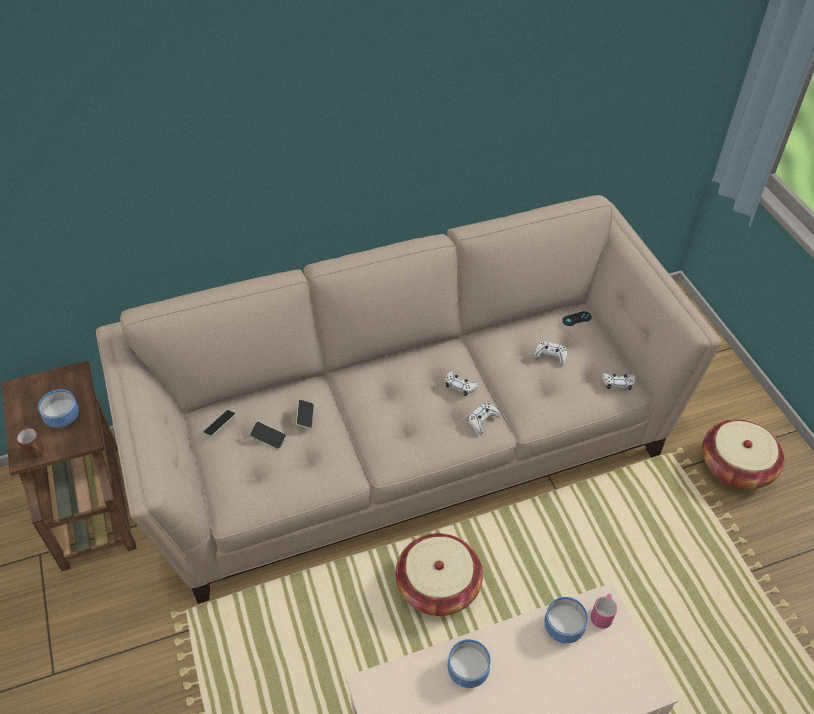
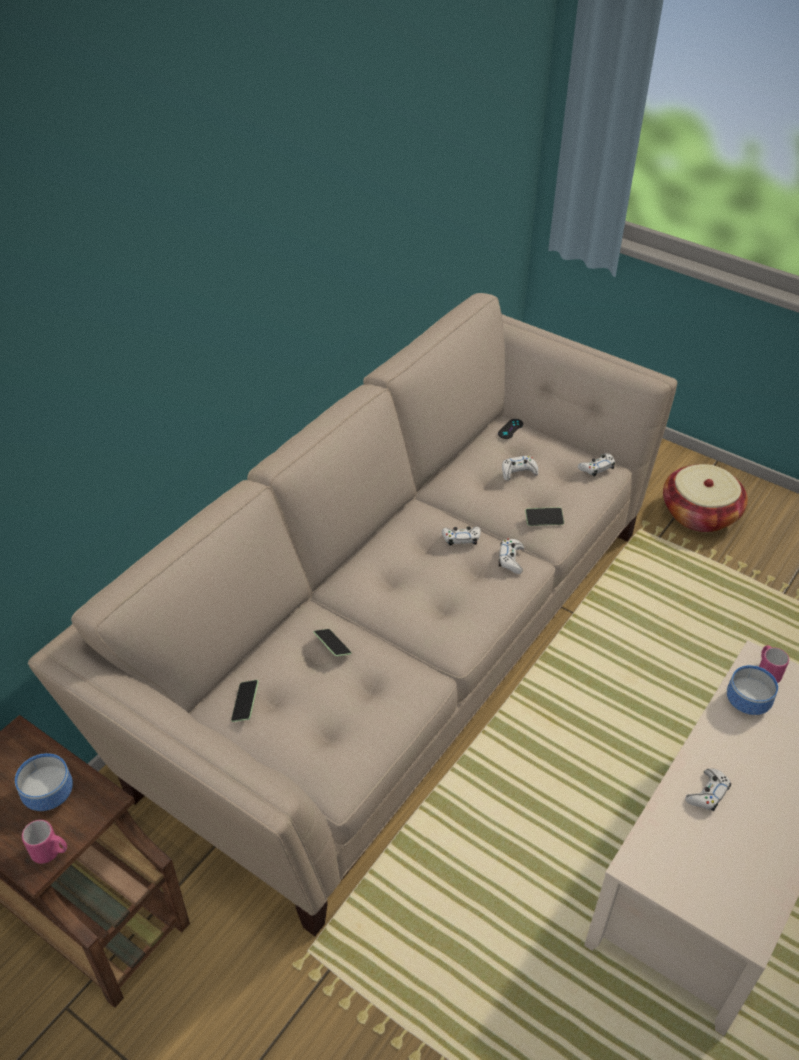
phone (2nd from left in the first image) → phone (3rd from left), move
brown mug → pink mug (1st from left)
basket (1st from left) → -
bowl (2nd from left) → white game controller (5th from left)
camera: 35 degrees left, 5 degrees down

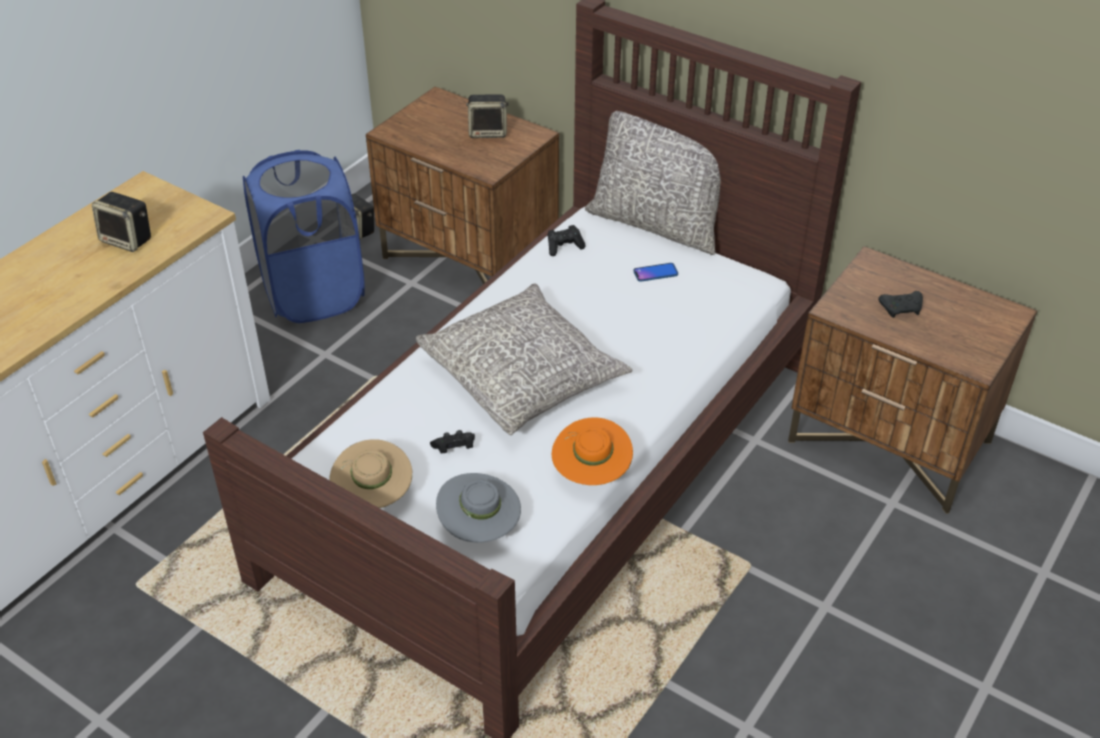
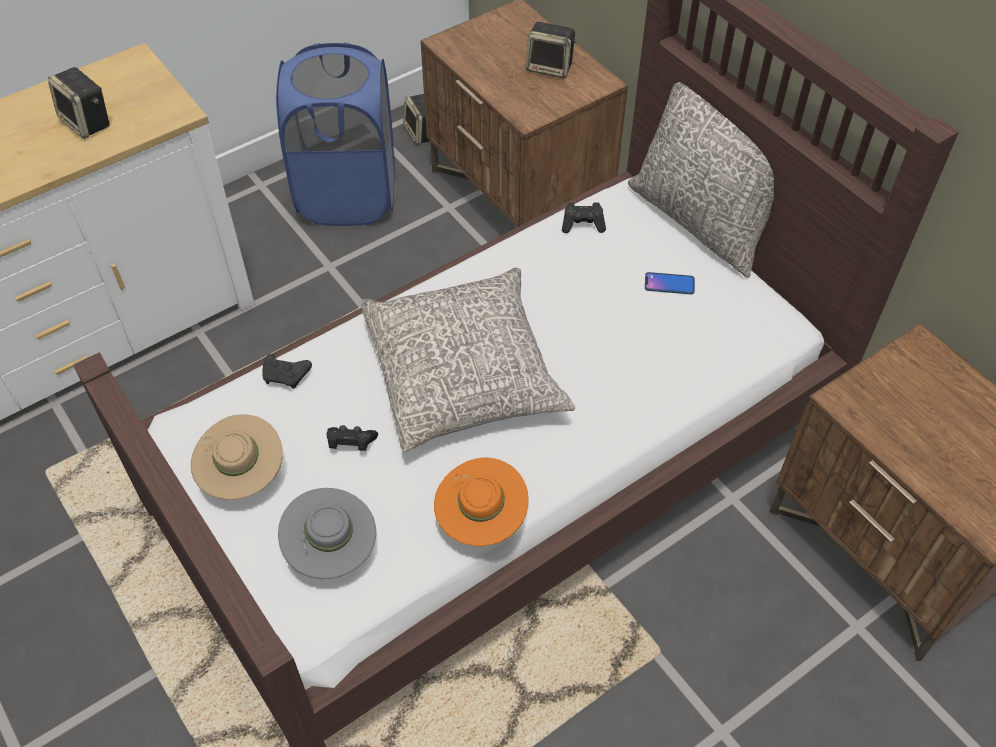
black game controller (3rd from left in the first image) → black game controller (1st from left), move
camera: 20 degrees right, 10 degrees up

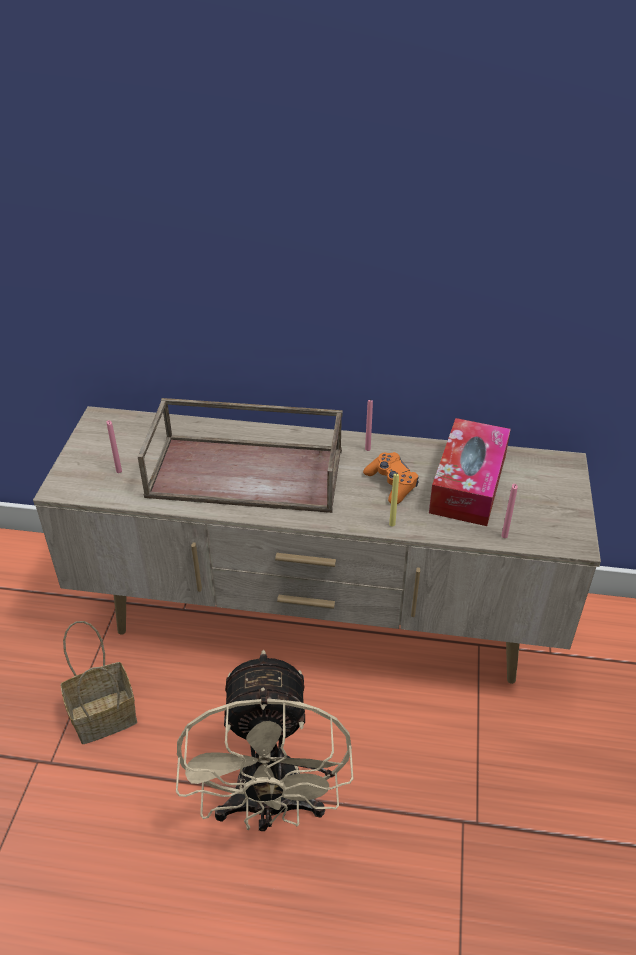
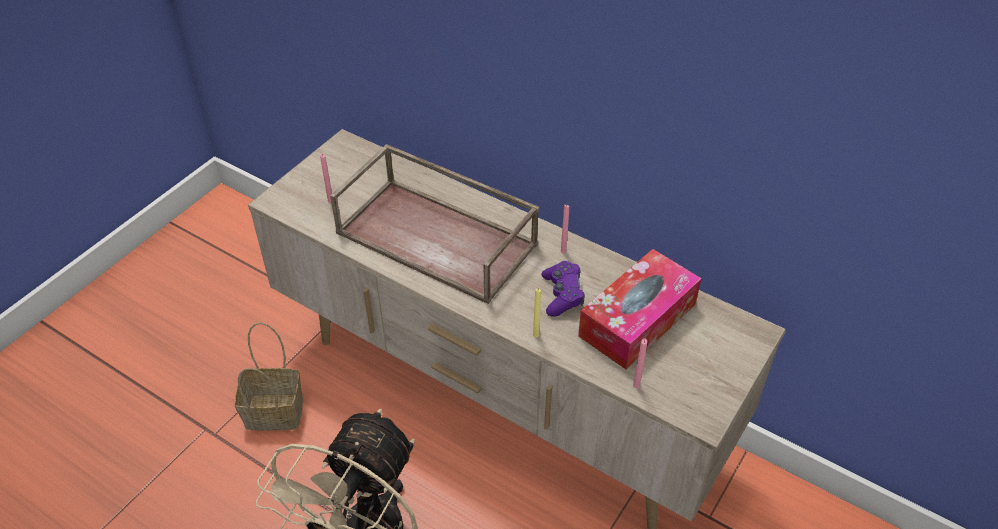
orange game controller → purple game controller
camera: 25 degrees right, 5 degrees up

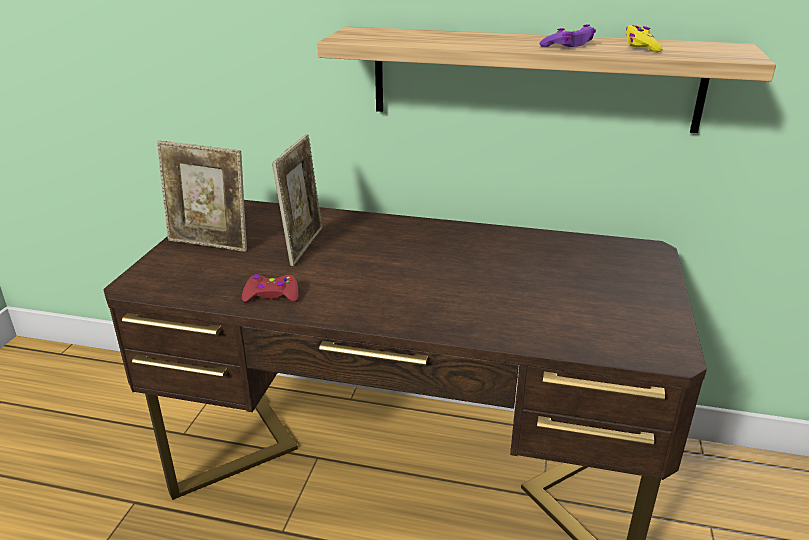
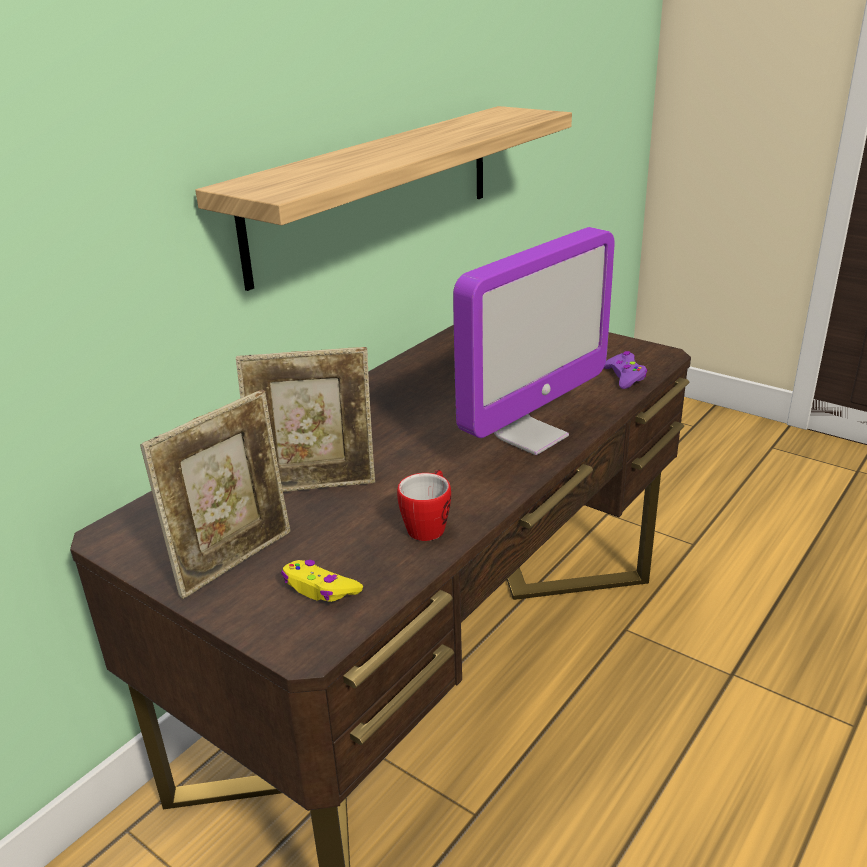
purple game controller, move
yellow game controller, move
picture frame (2nd from left), 135 degrees clockwise
red game controller → mug
- → monitor
camera: 65 degrees left, 0 degrees up

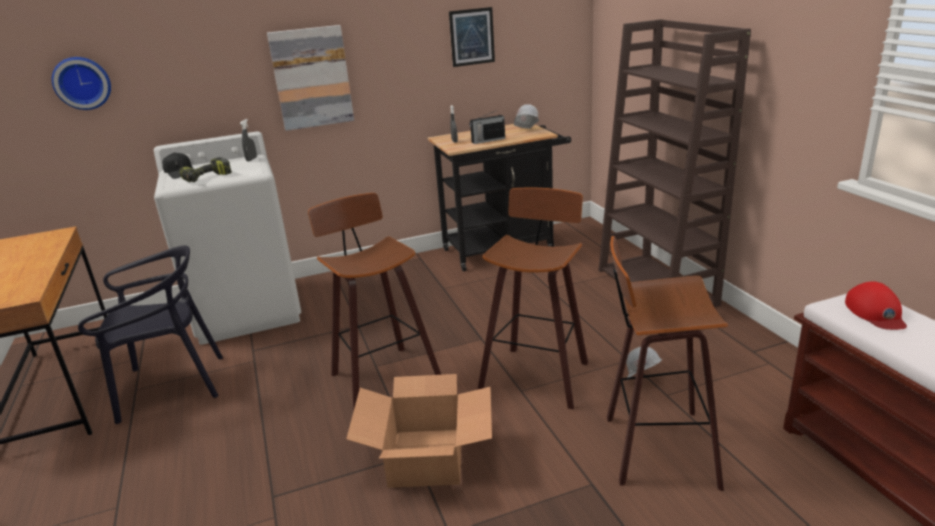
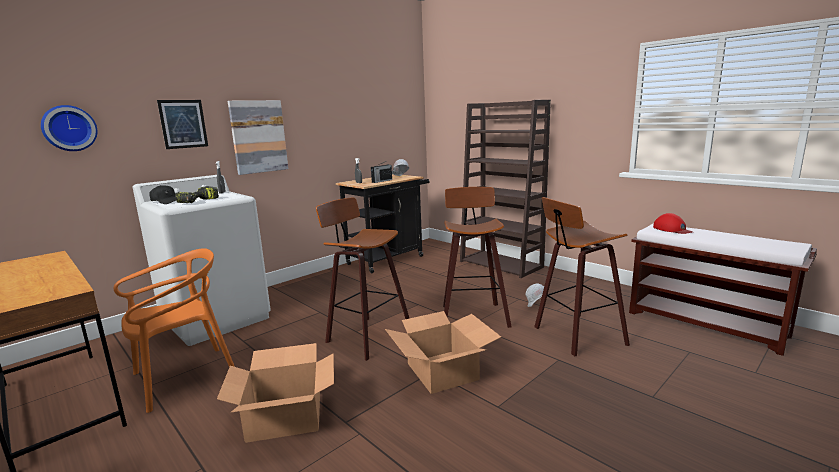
picture (2nd from left in the first image) → picture (1st from left), move
black chair → orange chair
- → cardboard box (1st from left)
camera: 25 degrees left, 10 degrees down

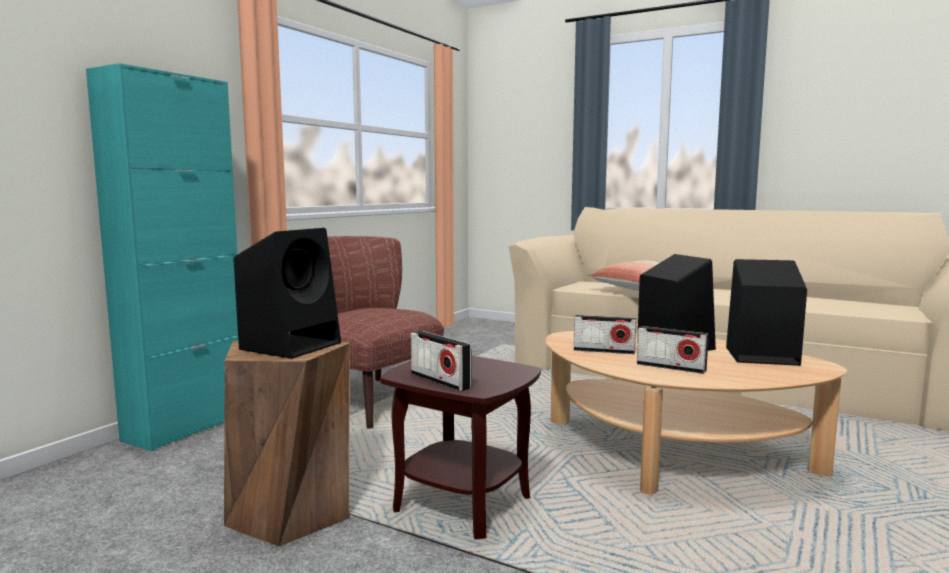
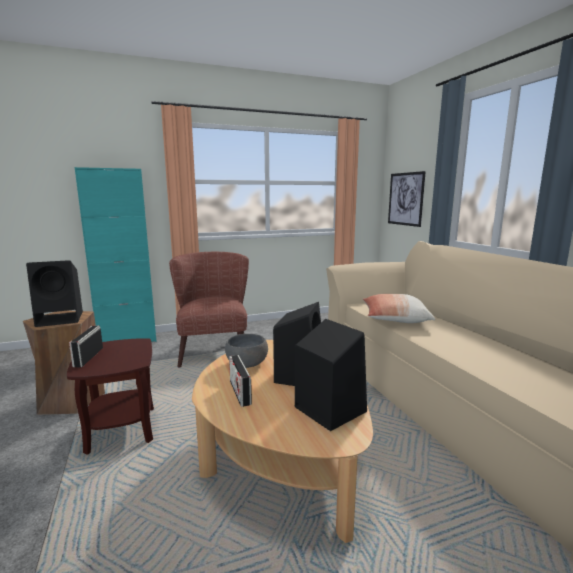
radio (2nd from left) → grey bowl
- → picture
camera: 40 degrees right, 5 degrees up

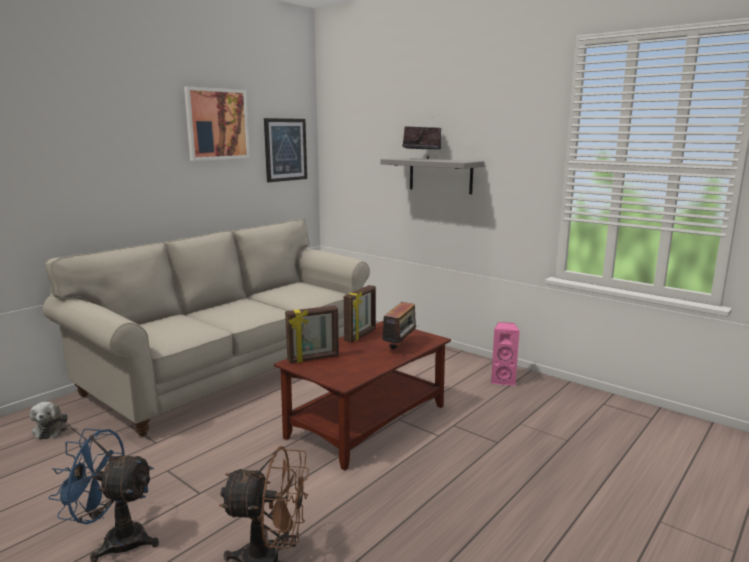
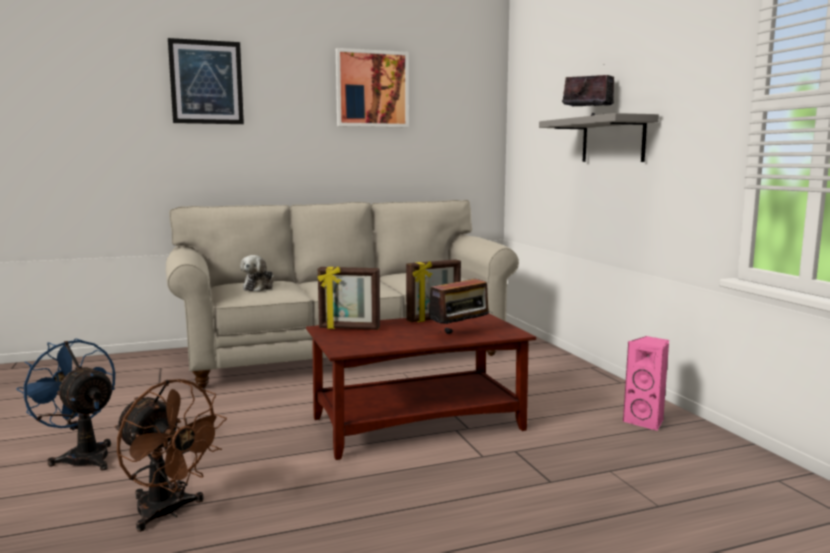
picture (2nd from left in the first image) → picture (1st from left), move
plush toy, move
camera: 30 degrees right, 5 degrees down

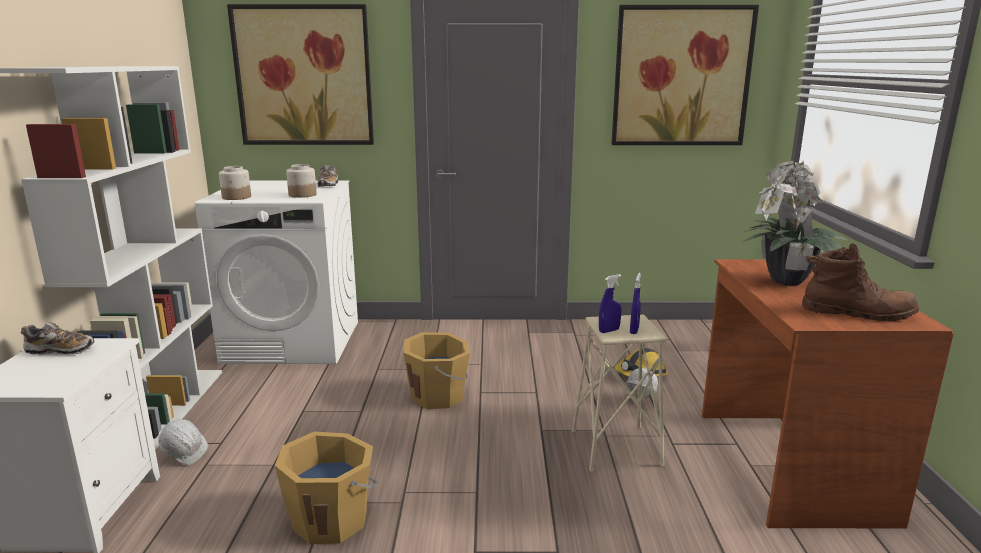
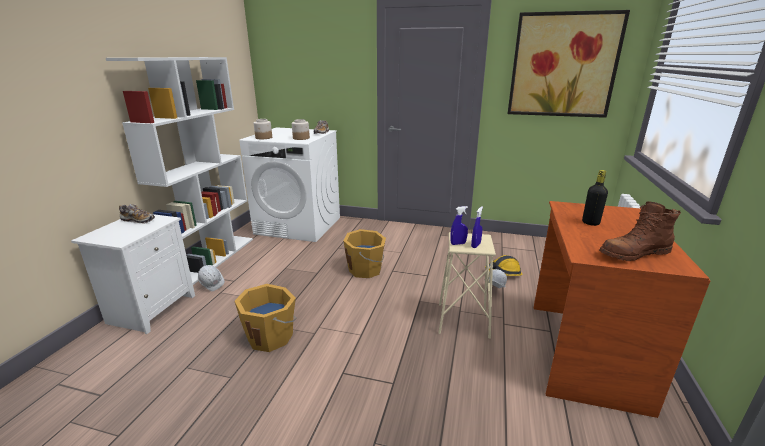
picture (1st from left) → -
potted plant → black bottle
brown boot, 135 degrees clockwise
camera: 15 degrees right, 5 degrees up

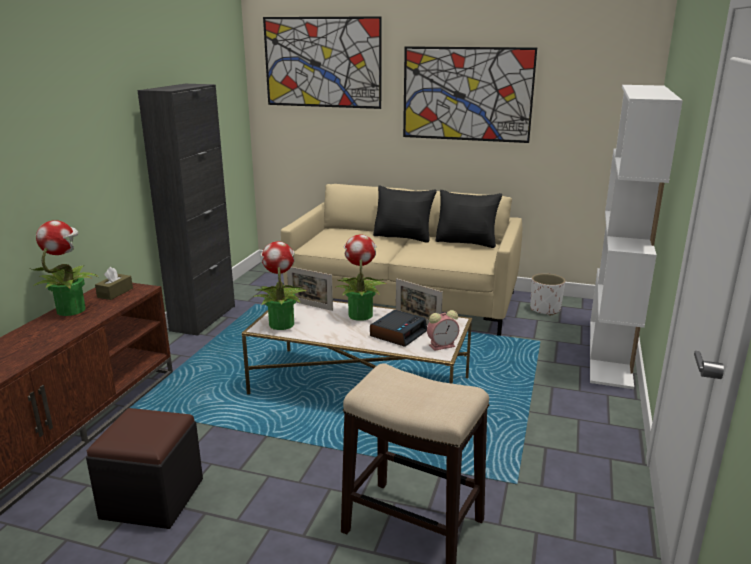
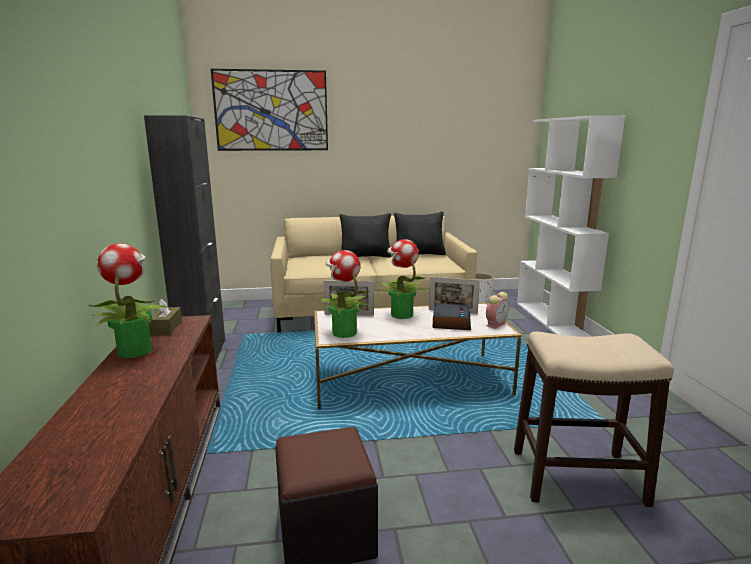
picture (2nd from left) → -
camera: 25 degrees left, 5 degrees down

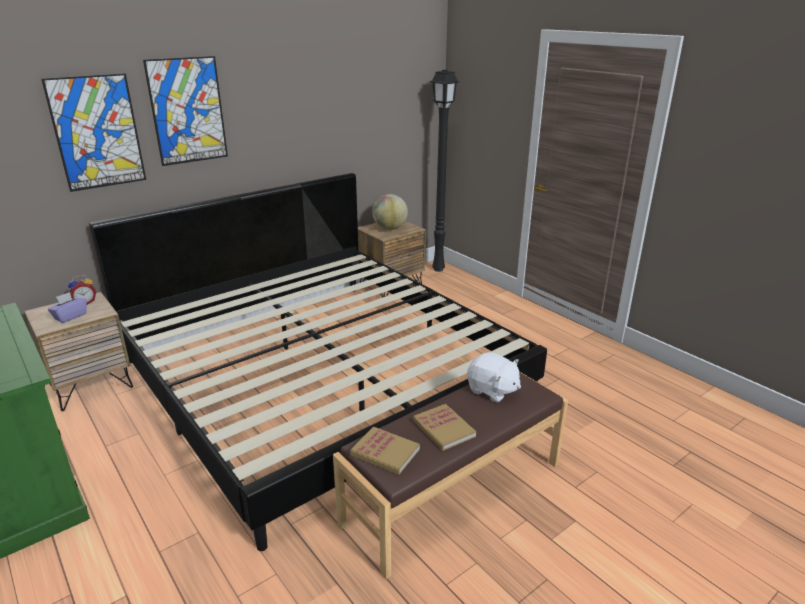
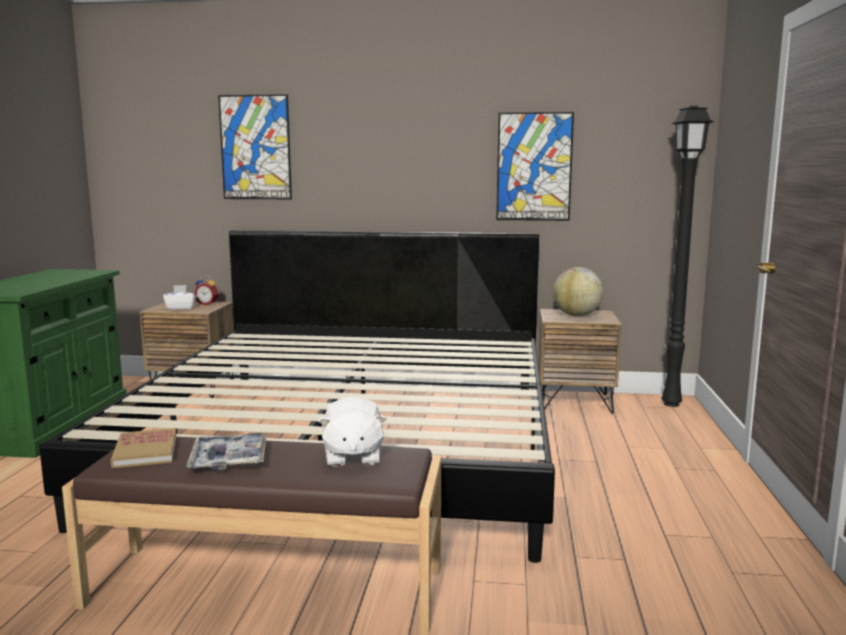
picture (2nd from left), move
purple tissue box → white tissue box
book (2nd from left) → tray
camera: 45 degrees right, 15 degrees down

